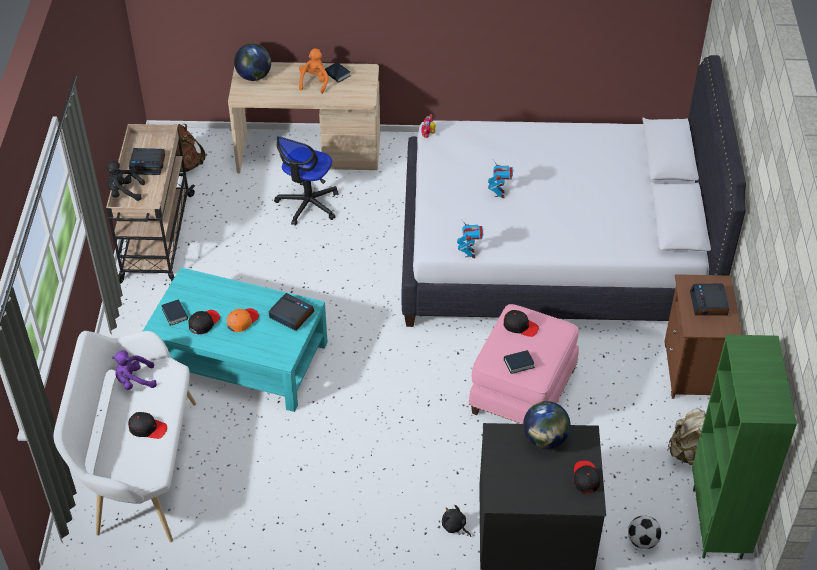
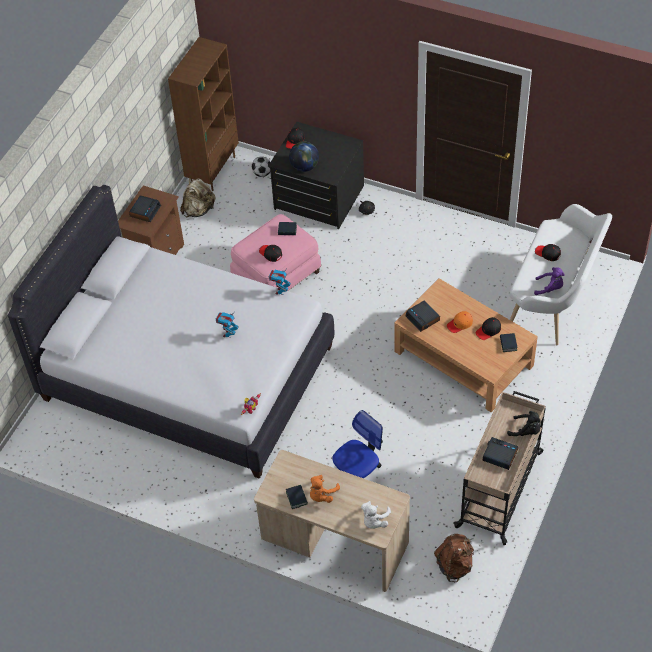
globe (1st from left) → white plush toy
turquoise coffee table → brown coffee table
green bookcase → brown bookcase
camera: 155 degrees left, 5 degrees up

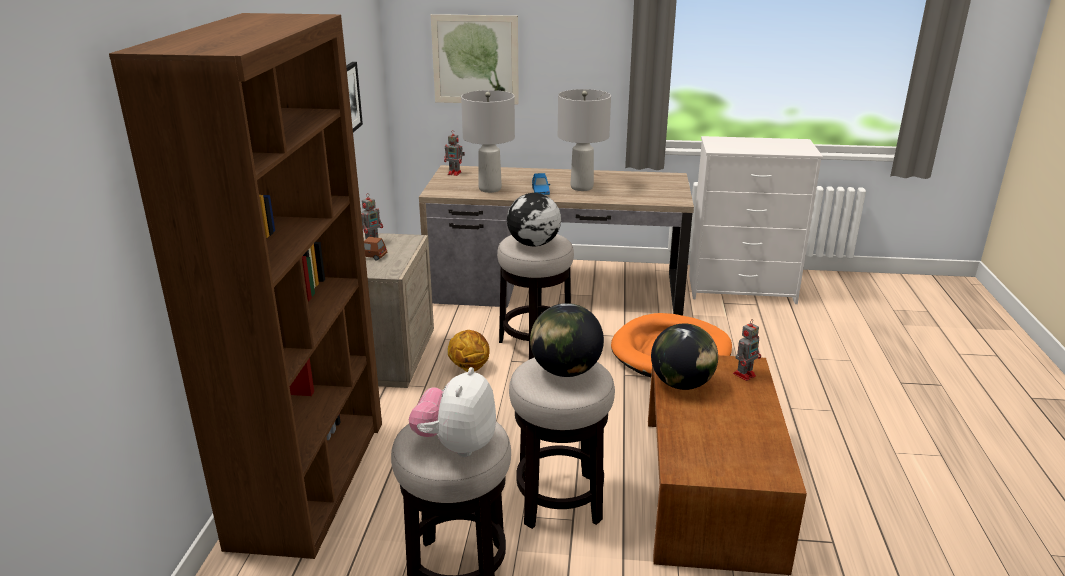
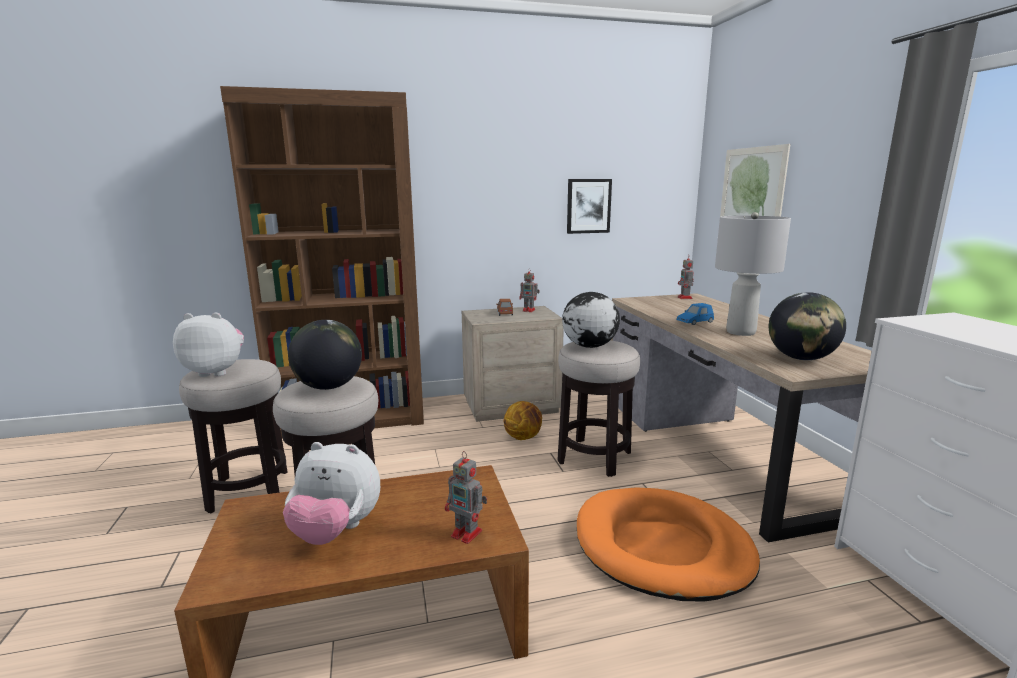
grey table lamp (1st from left) → -
globe (3rd from left), move
- → plush toy (2nd from left)
camera: 70 degrees right, 10 degrees down

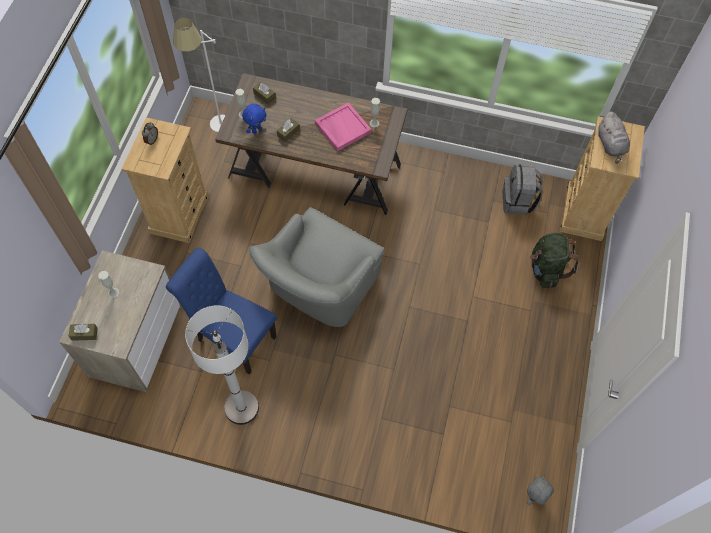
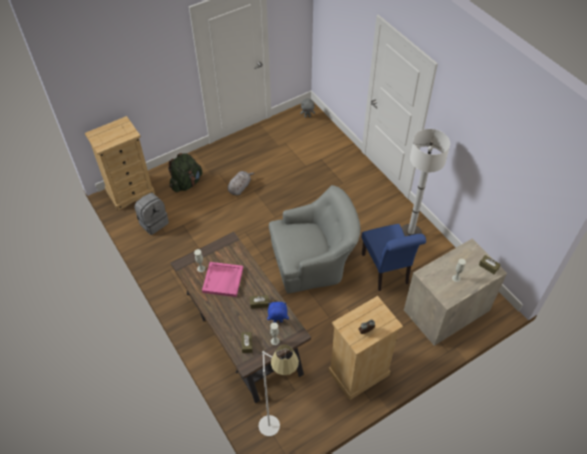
grey plush toy (2nd from left in the first image) → grey plush toy (1st from left), move
camera: 135 degrees left, 10 degrees down

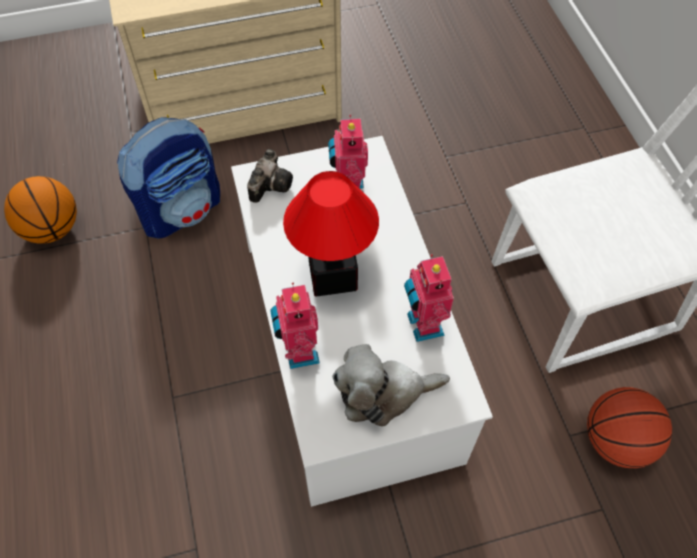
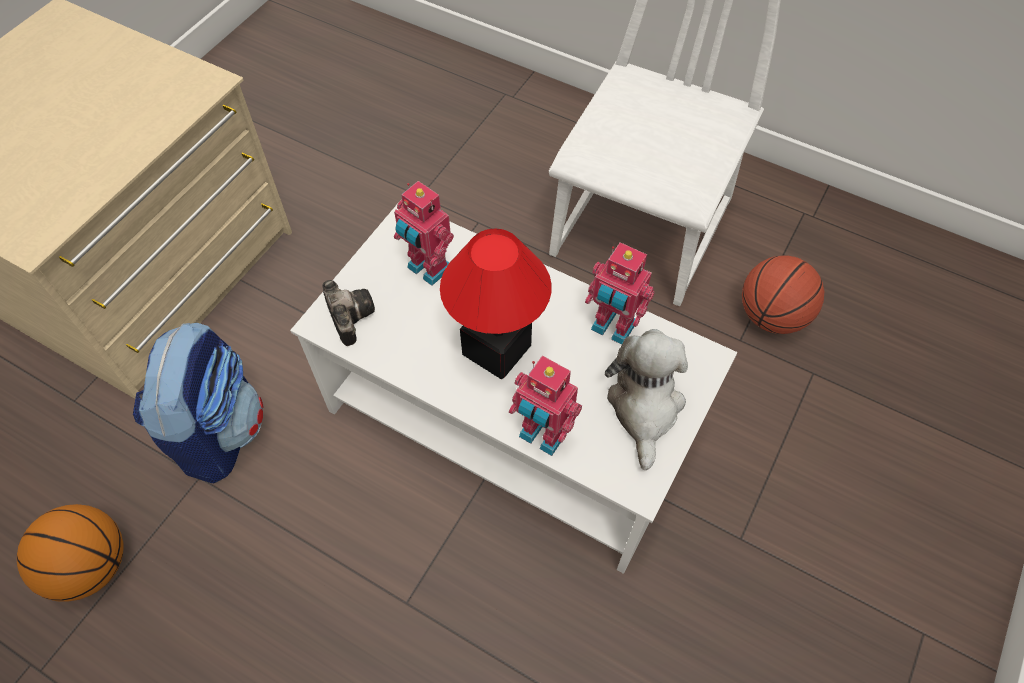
plush toy, 150 degrees clockwise
camera: 45 degrees left, 0 degrees up

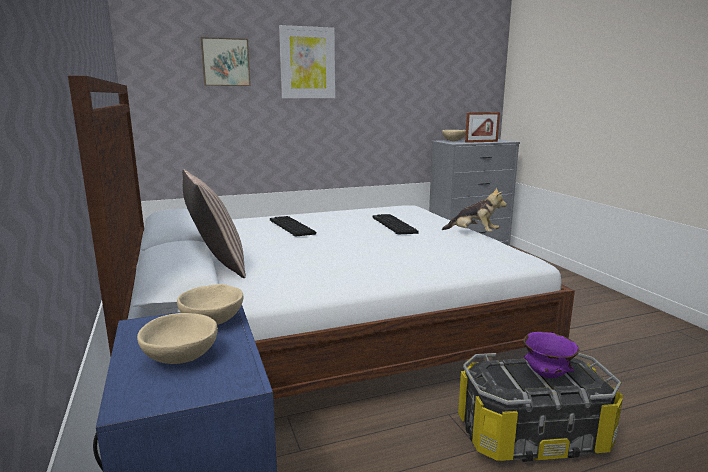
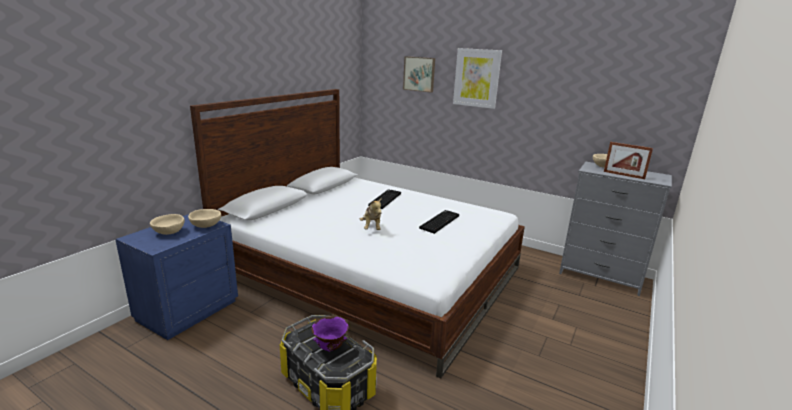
pillow → -
plush toy, move
camera: 50 degrees right, 5 degrees up

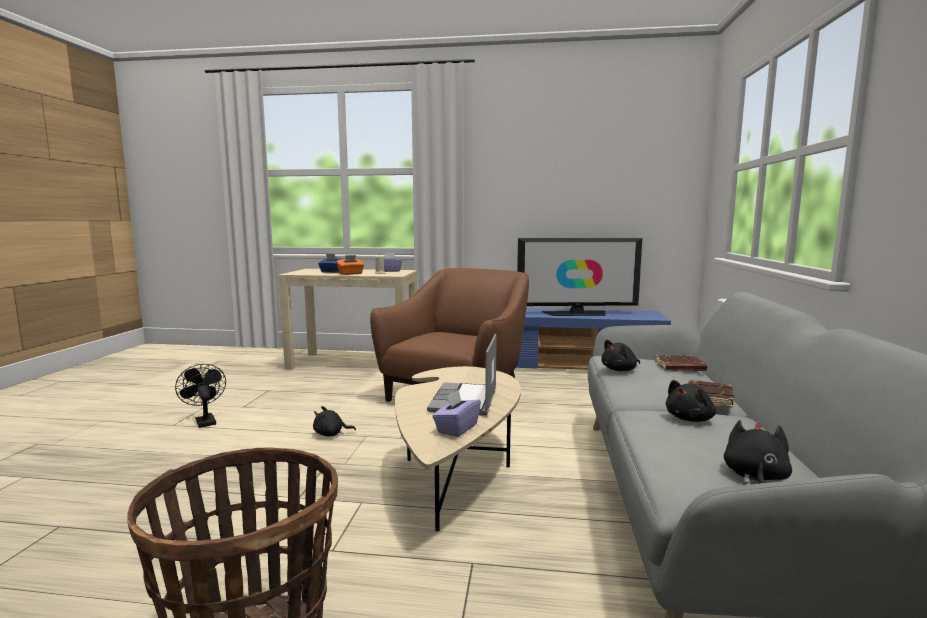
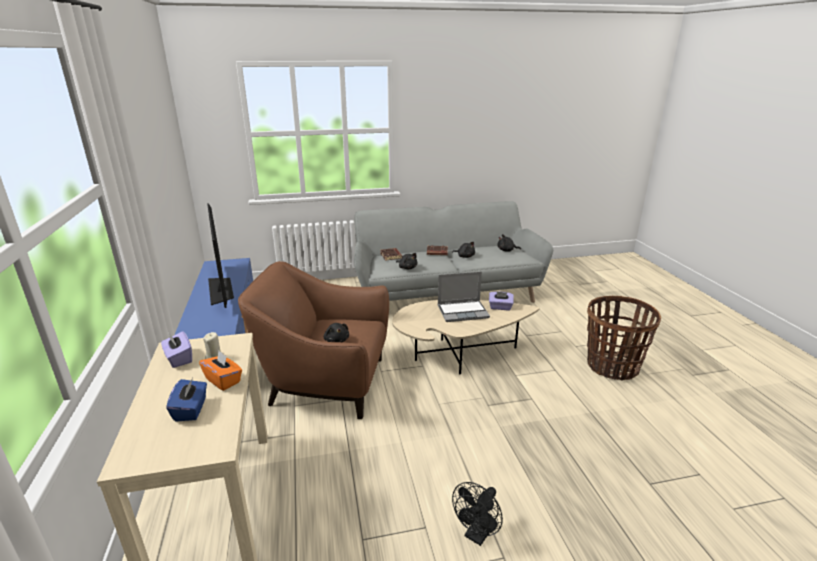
black plush toy (1st from left), move
camera: 110 degrees left, 15 degrees up

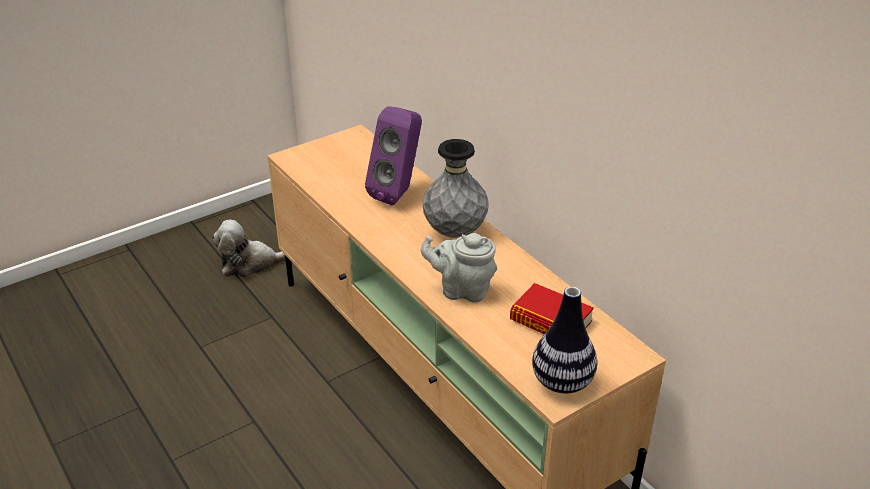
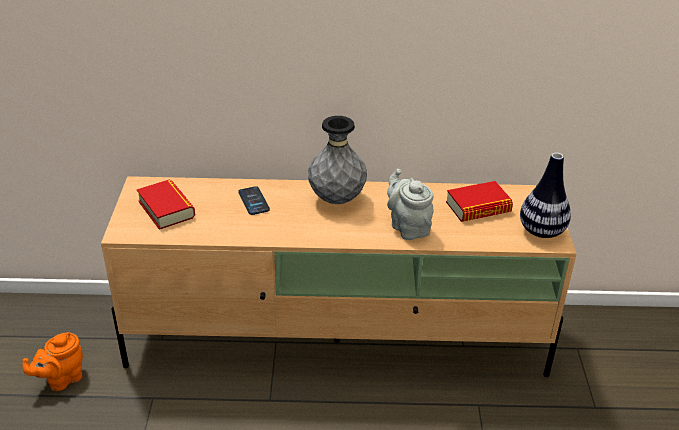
purple speaker → phone
plush toy → orange teapot
grey teapot, 105 degrees clockwise
- → book (1st from left)
camera: 55 degrees left, 0 degrees up

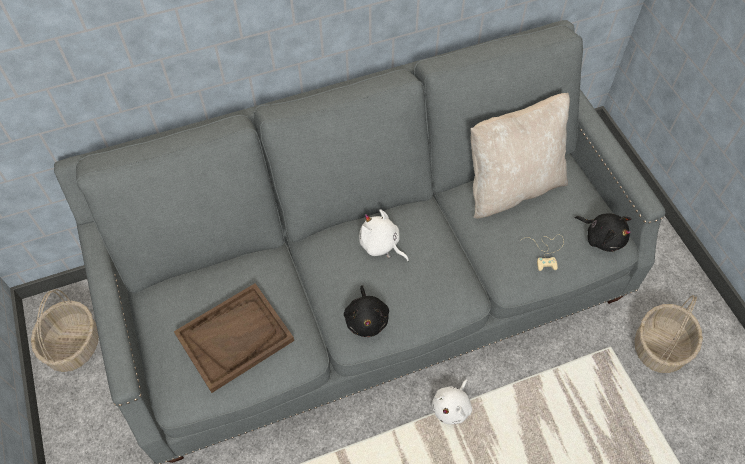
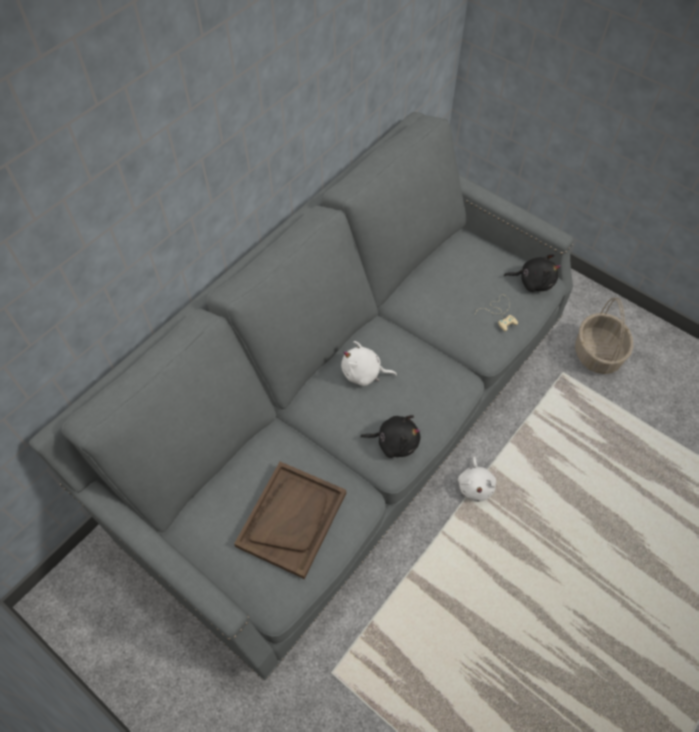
beige pillow → -
black plush toy (1st from left), 45 degrees counterclockwise
basket (1st from left) → -
camera: 30 degrees left, 0 degrees up

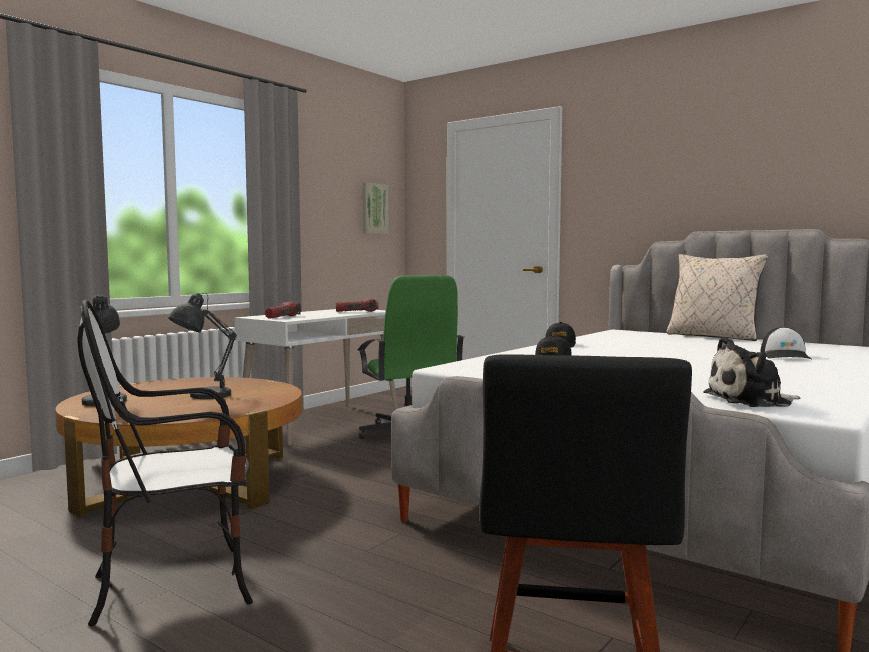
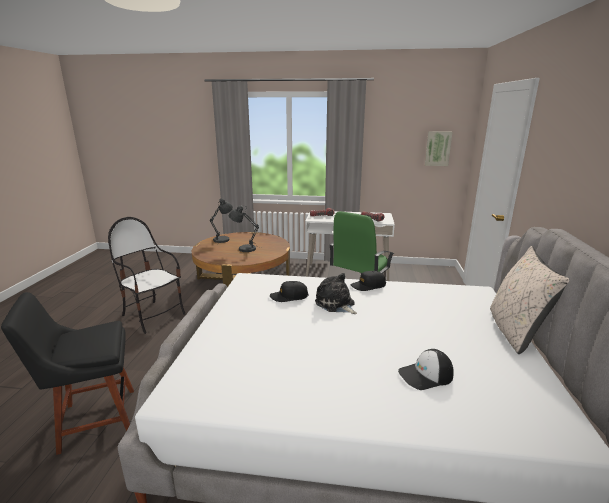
plush toy, move
camera: 60 degrees right, 15 degrees up

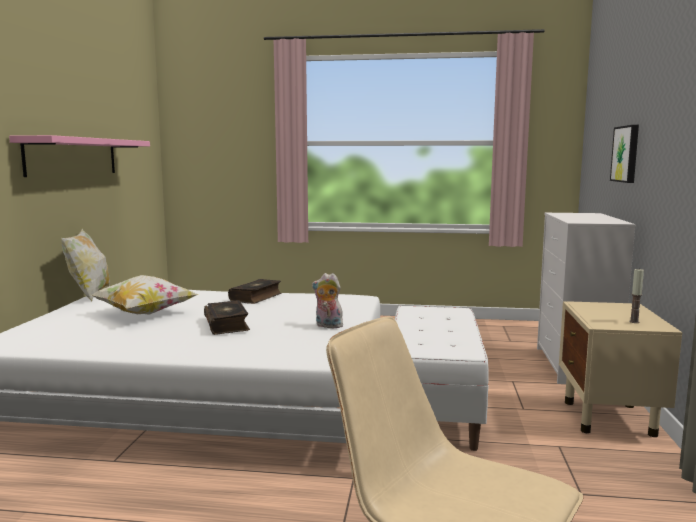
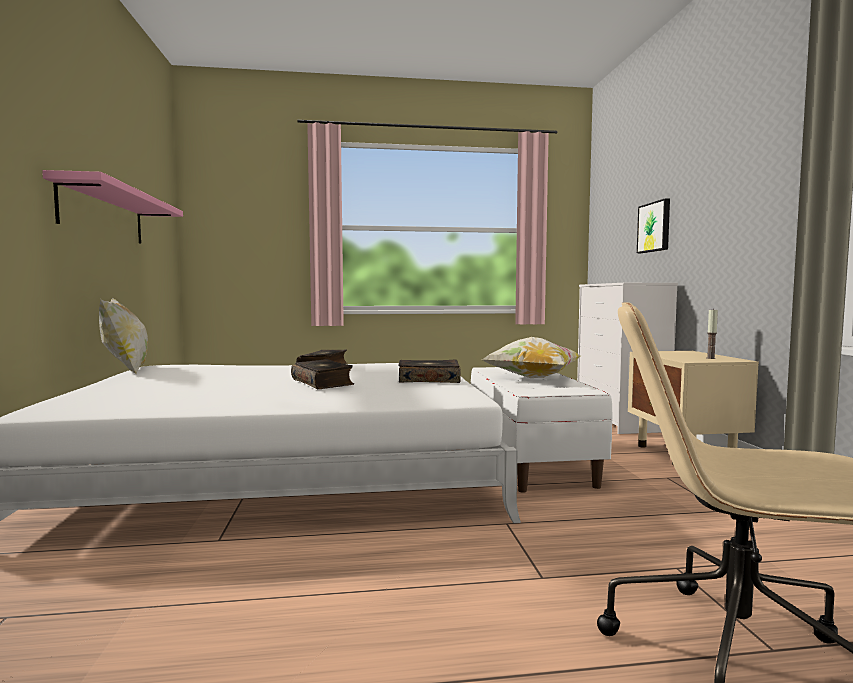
plush toy → book (3rd from left)
pillow (2nd from left), move
camera: 15 degrees left, 5 degrees down

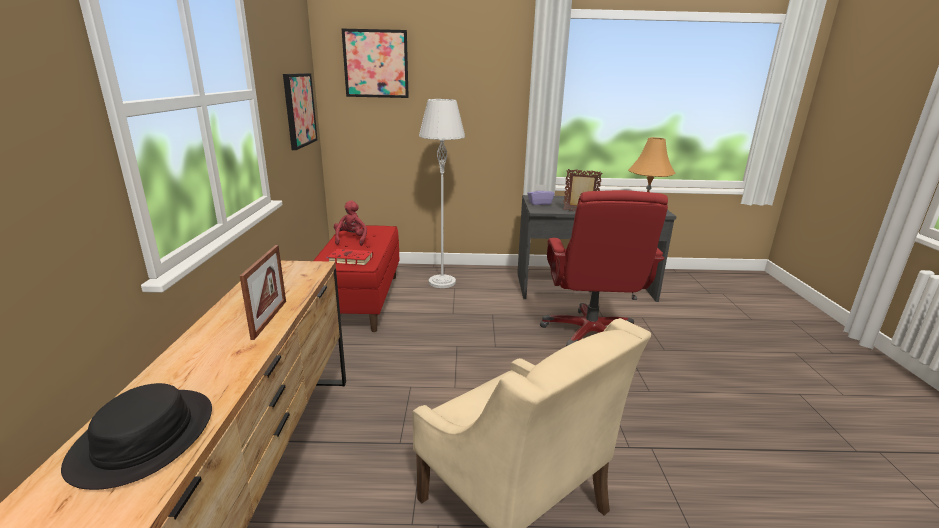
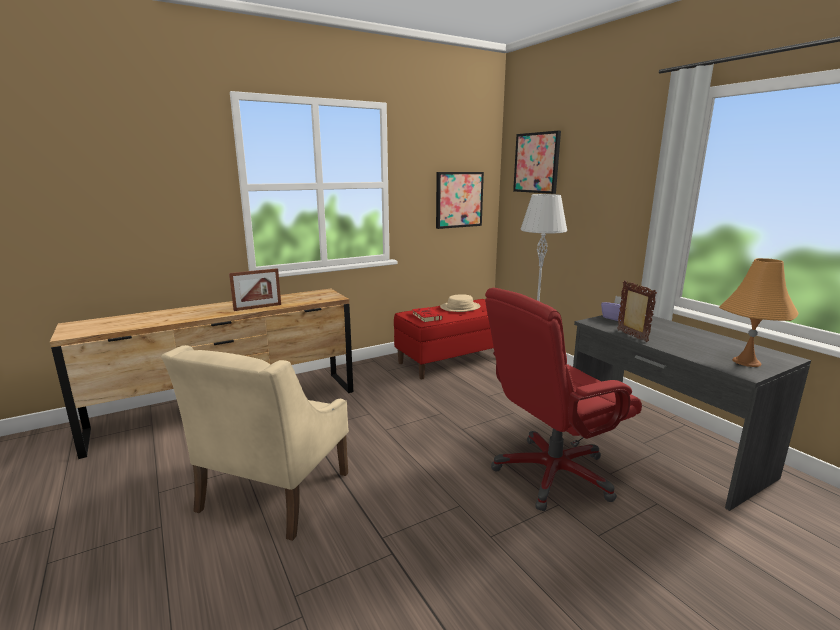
red plush toy → beige hat
black hat → -
camera: 60 degrees right, 5 degrees down

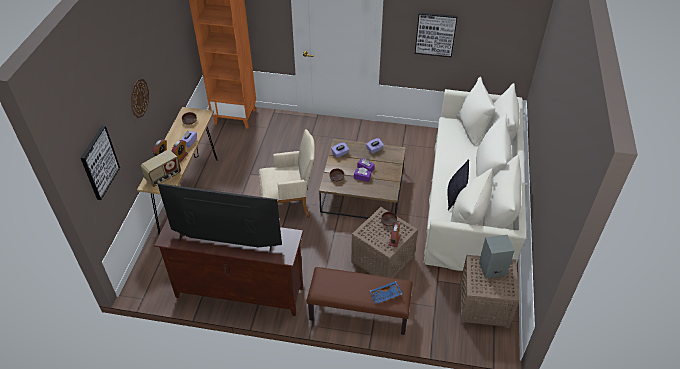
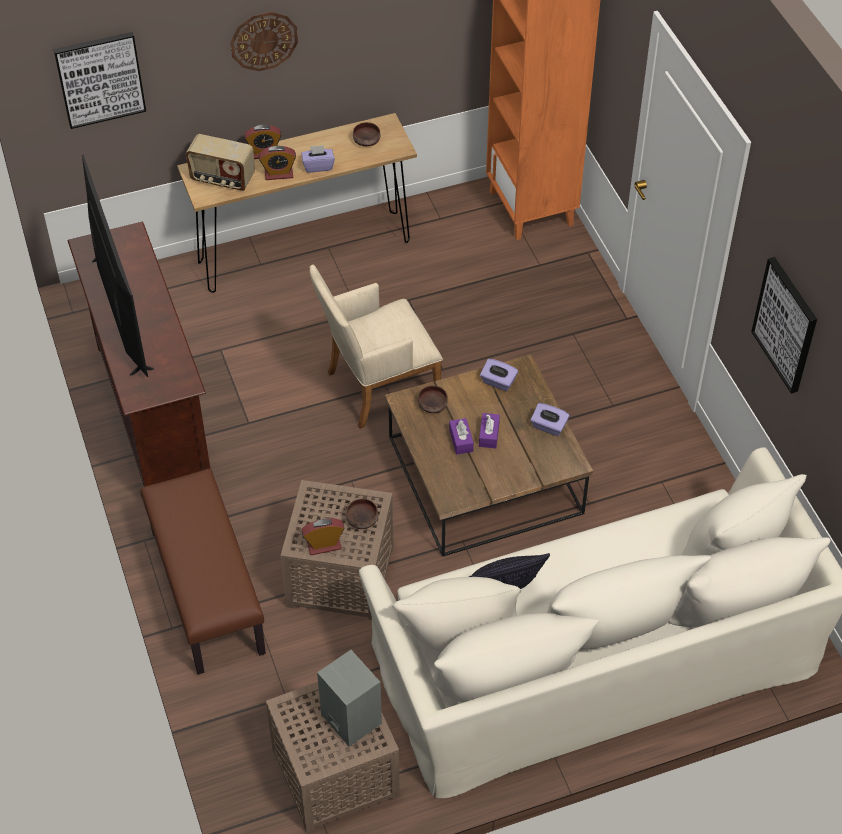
beige armchair, 105 degrees clockwise
blue tray → -
camera: 60 degrees right, 5 degrees up

